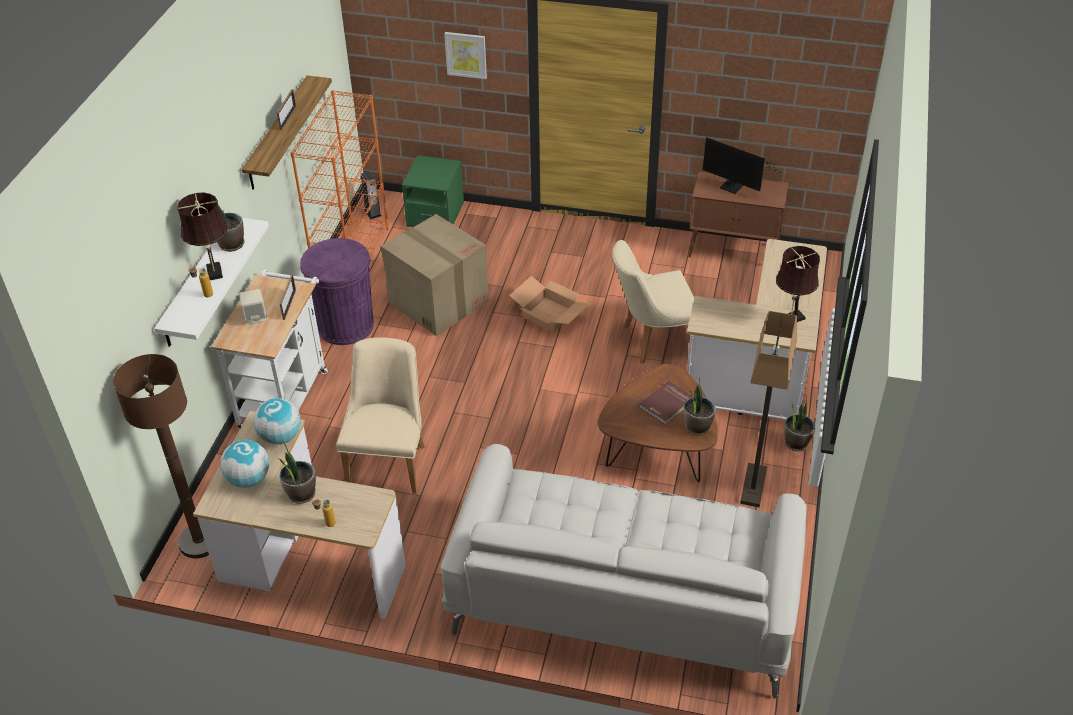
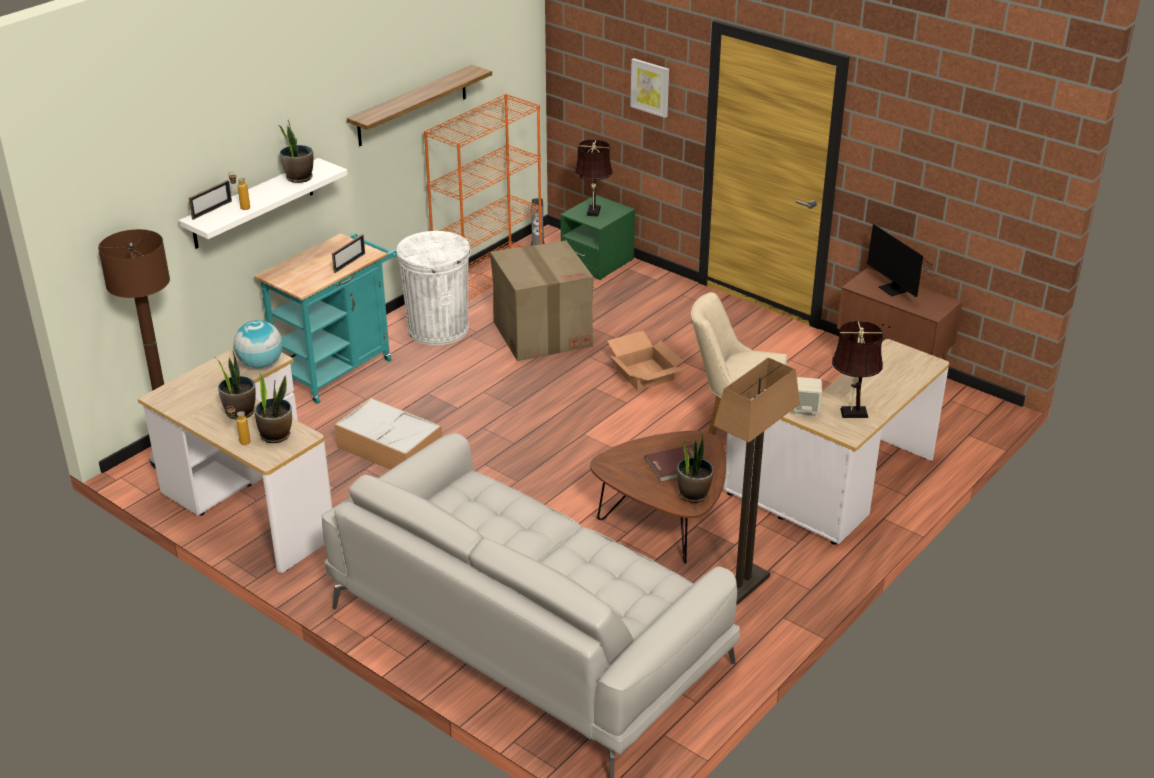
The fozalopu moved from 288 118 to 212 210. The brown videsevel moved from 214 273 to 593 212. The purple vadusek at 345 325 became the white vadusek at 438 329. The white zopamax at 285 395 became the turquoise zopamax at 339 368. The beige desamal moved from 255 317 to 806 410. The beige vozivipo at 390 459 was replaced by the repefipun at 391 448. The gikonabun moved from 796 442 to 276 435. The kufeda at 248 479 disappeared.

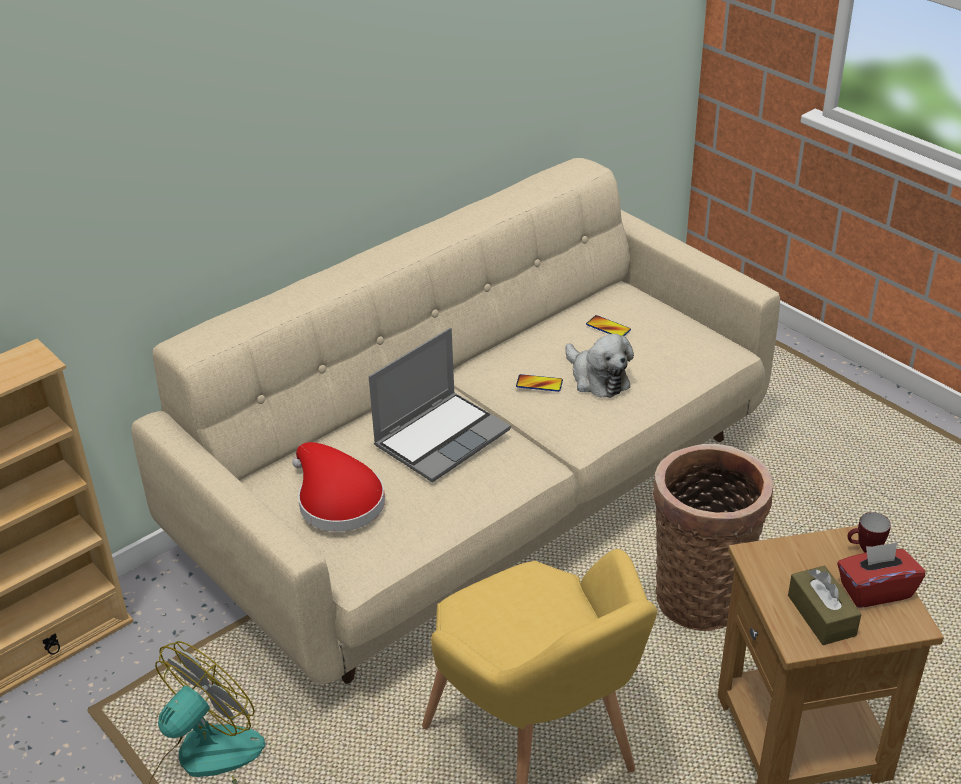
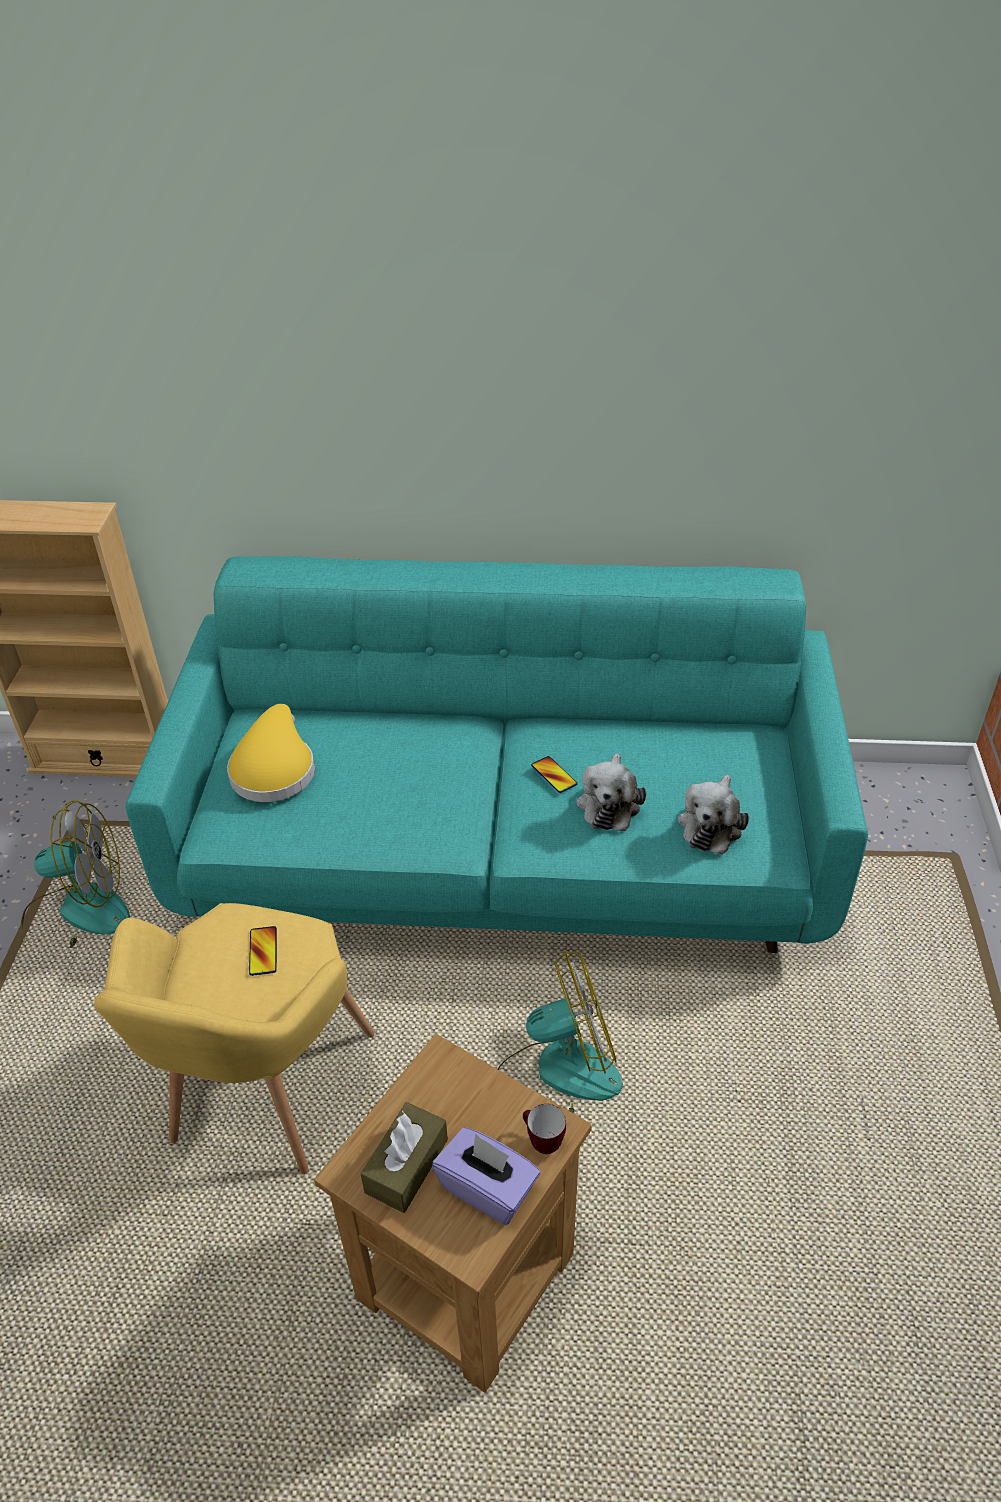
The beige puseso at 482 495 became the turquoise puseso at 504 853. The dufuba moved from 608 327 to 263 951. The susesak at 442 437 disappeared. The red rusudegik at 336 500 became the yellow rusudegik at 274 768. The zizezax at 700 595 was replaced by the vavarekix at 558 1076. The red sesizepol at 875 590 became the purple sesizepol at 488 1188. The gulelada at 711 824 appeared.

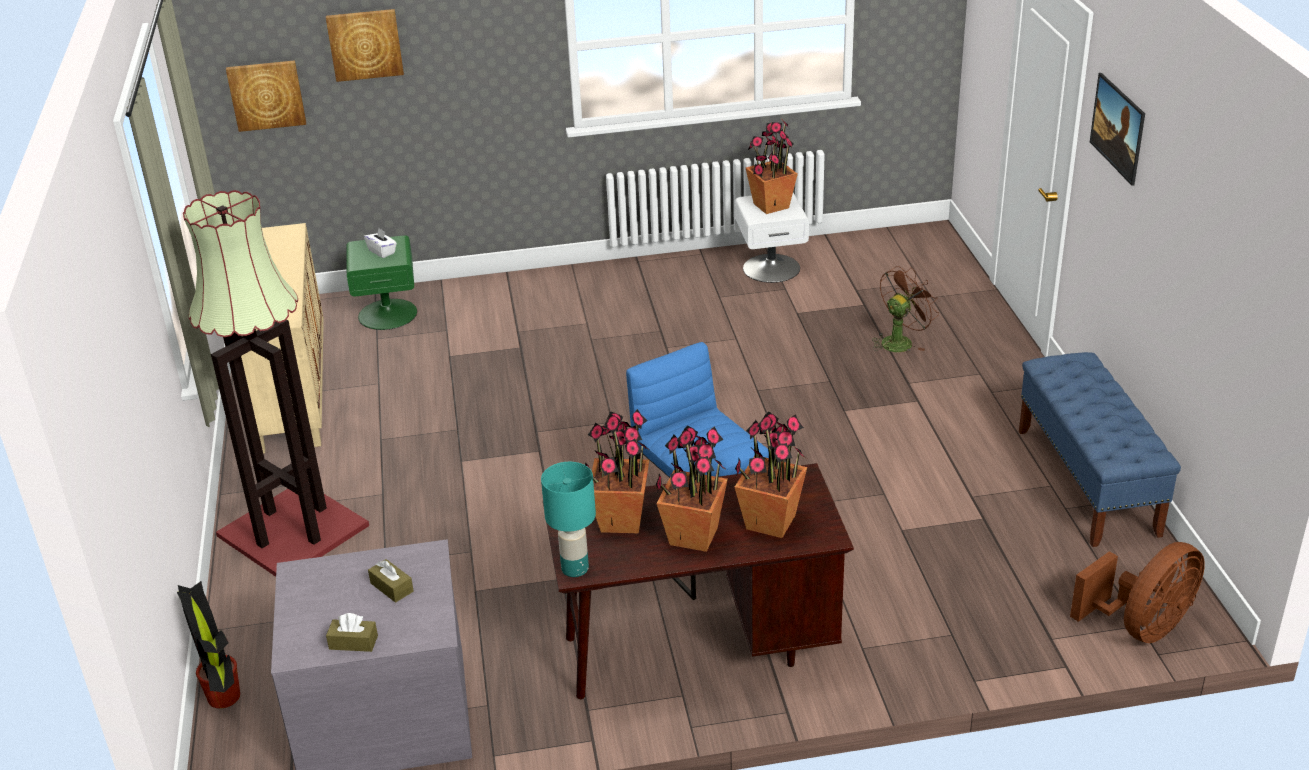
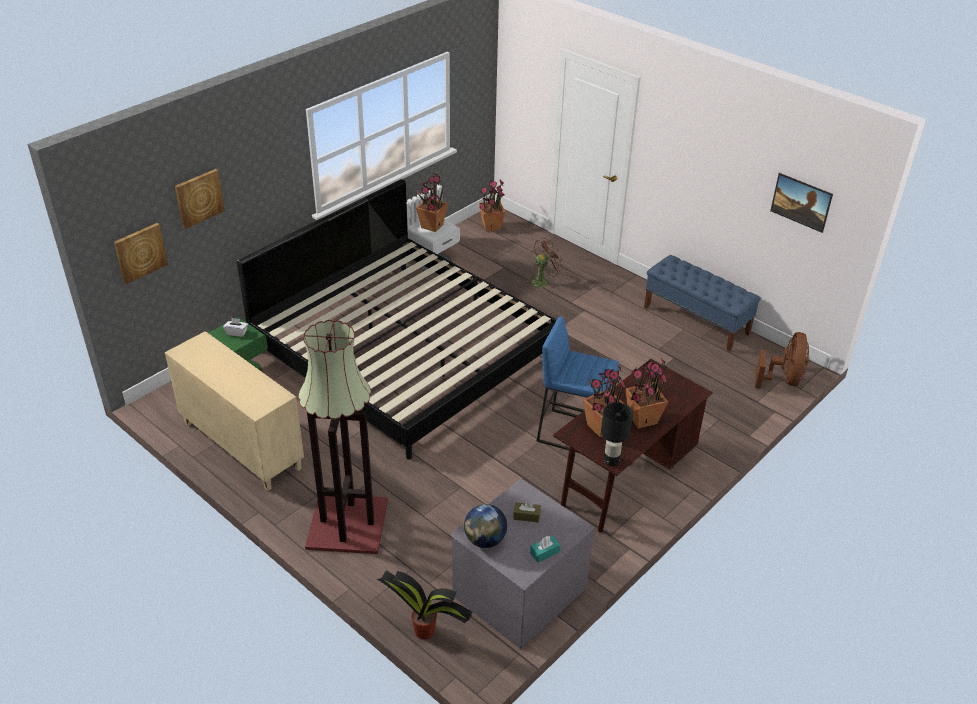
The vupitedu moved from 1115 145 to 798 211. The brown vavarekix at 900 341 turned 45 degrees clockwise. The gikonabun moved from 770 521 to 491 226. The turquoise videsevel at 574 569 became the black videsevel at 611 461. The brown sesizepol at 353 642 became the turquoise sesizepol at 544 552. The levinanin at 405 352 appeared. The kufeda at 485 540 appeared.

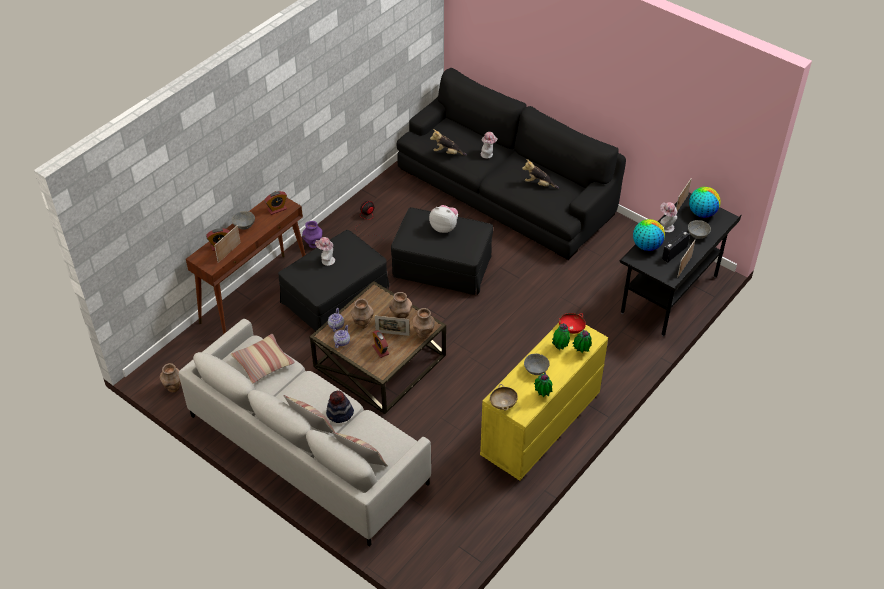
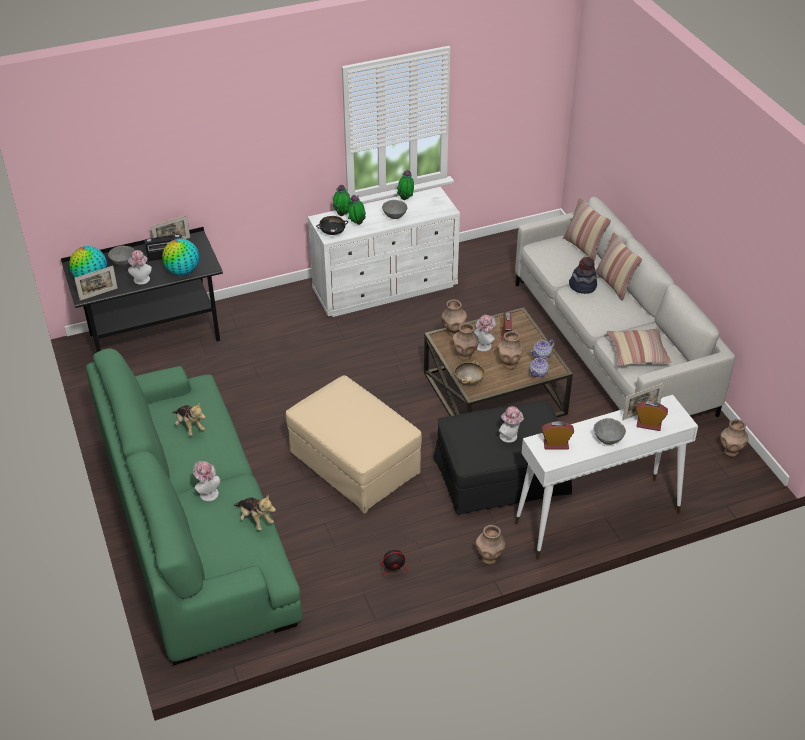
The black puseso at 505 192 became the green puseso at 195 526. The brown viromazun at 256 296 became the white viromazun at 596 518. The gulelada at 444 227 disappeared. The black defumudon at 442 267 became the beige defumudon at 354 462. The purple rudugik at 313 244 became the brown rudugik at 489 558. The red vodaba at 571 328 became the black vodaba at 332 232. The fozalopu at 392 333 was replaced by the rusudegik at 484 344. The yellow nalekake at 540 425 became the white nalekake at 386 288. The beige vodaba moved from 503 403 to 469 380.

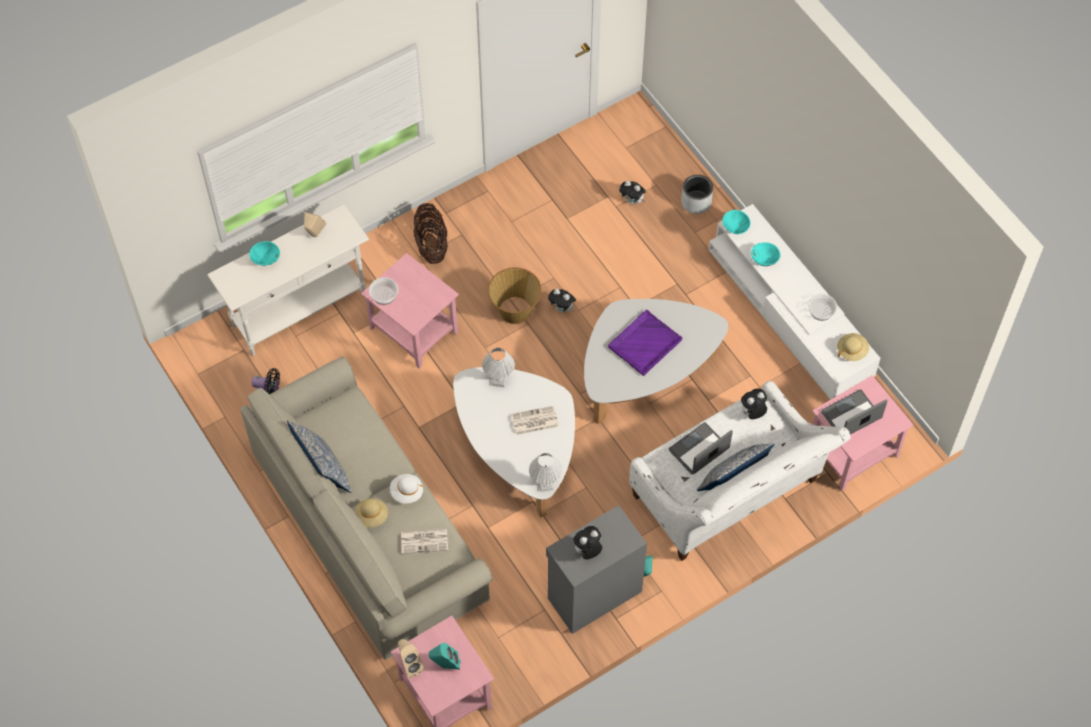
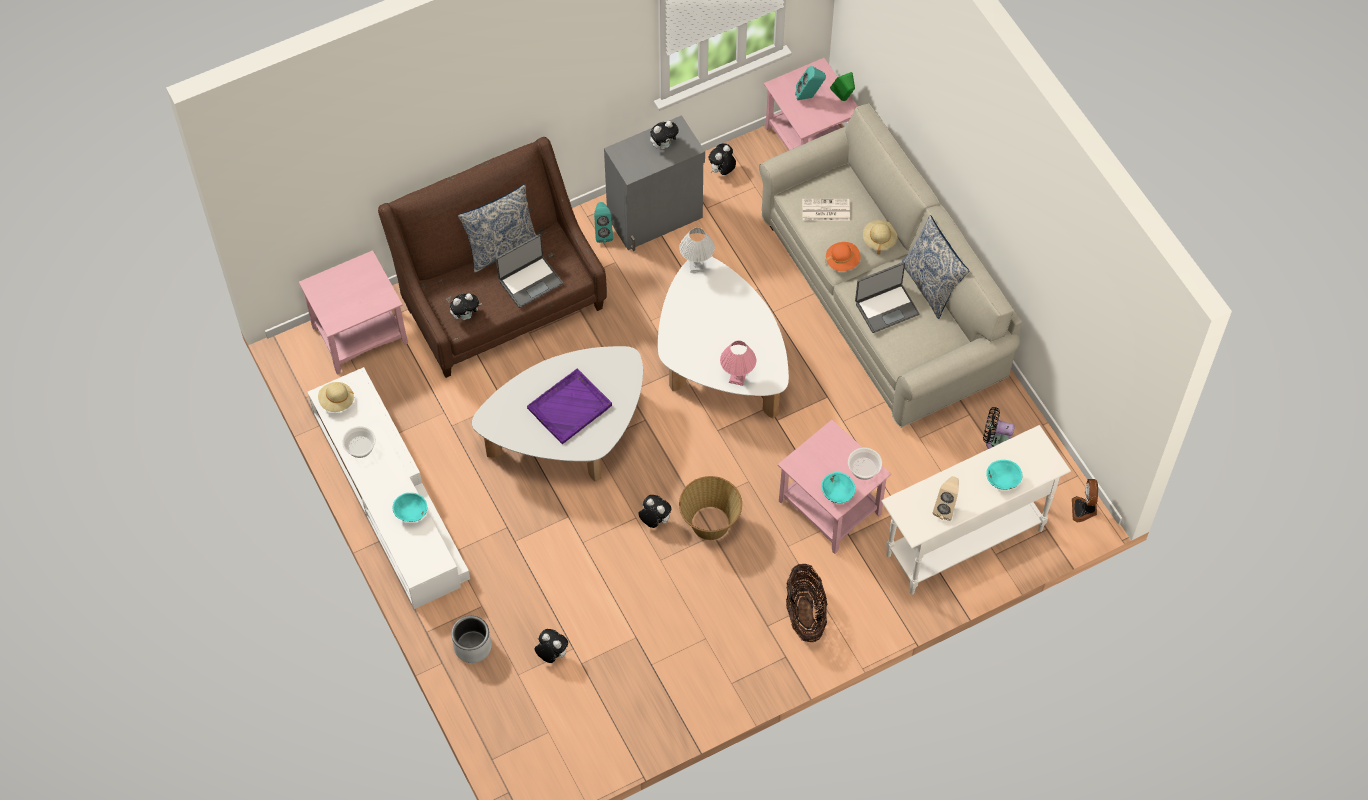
The turquoise vodaba moved from 735 228 to 837 494. The white videsevel at 499 380 became the pink videsevel at 737 378. The white puseso at 730 496 became the brown puseso at 500 300. The susesak moved from 851 416 to 886 308. The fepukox at 534 421 disappeared. The white rusudegik at 407 492 became the orange rusudegik at 842 261. The beige desamal at 410 665 became the green desamal at 843 99. The gulelada at 722 171 appeared. The vavarekix at 1084 509 appeared.

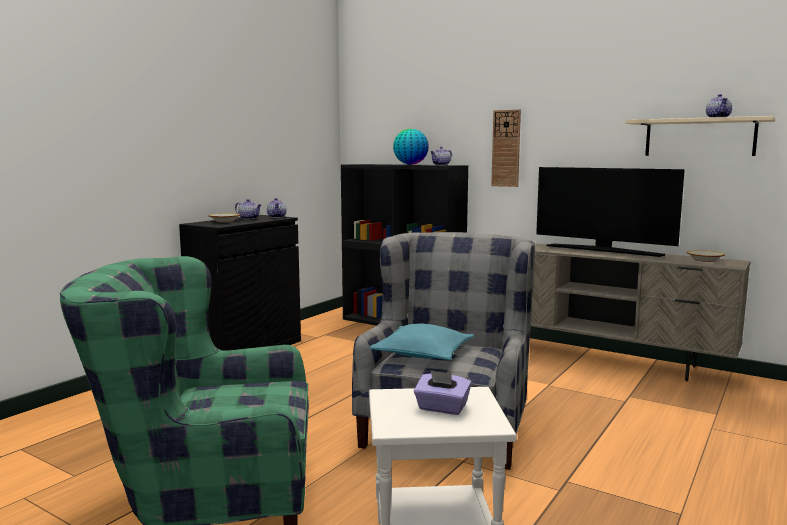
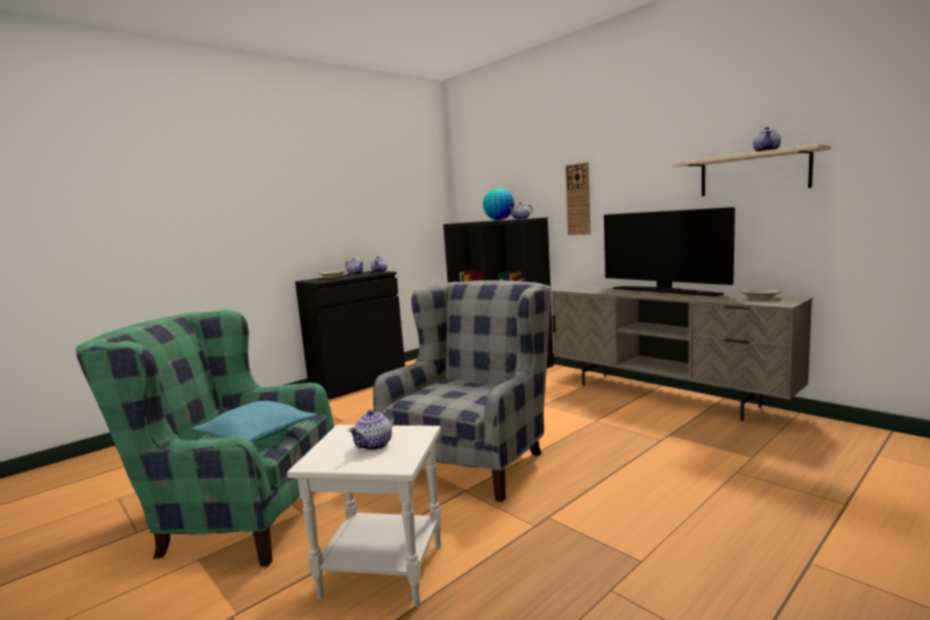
The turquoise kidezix moved from 423 354 to 257 434. The purple sesizepol at 442 408 was replaced by the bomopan at 374 445.

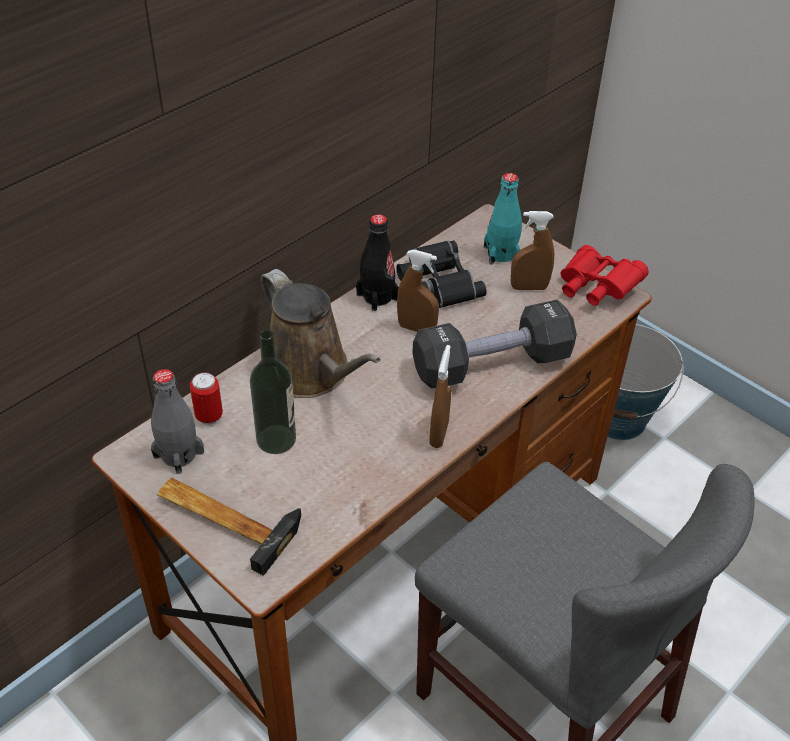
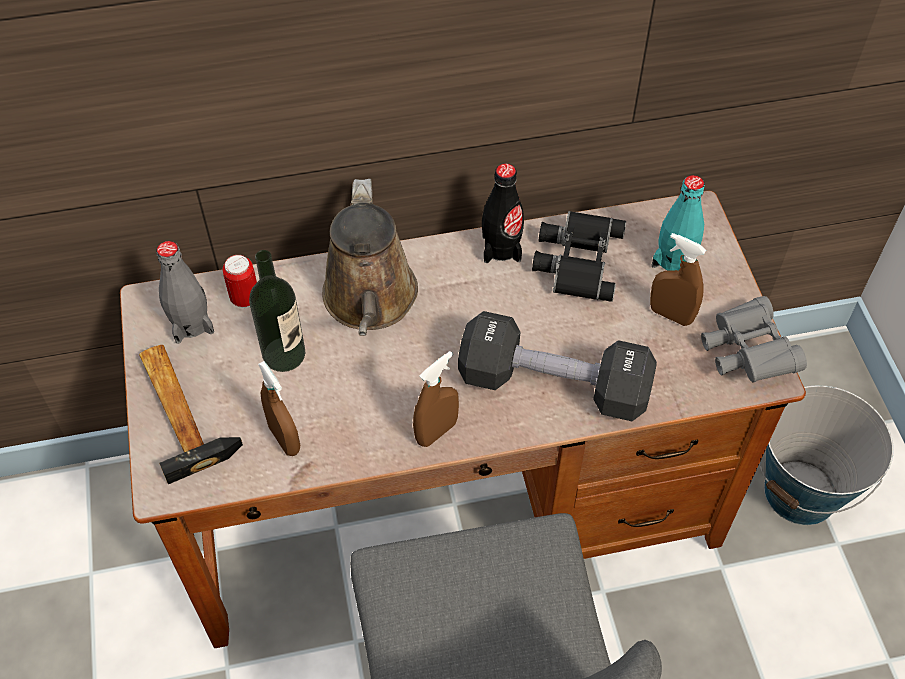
The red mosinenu at 595 288 became the grey mosinenu at 745 353. The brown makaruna moved from 416 328 to 284 439.

